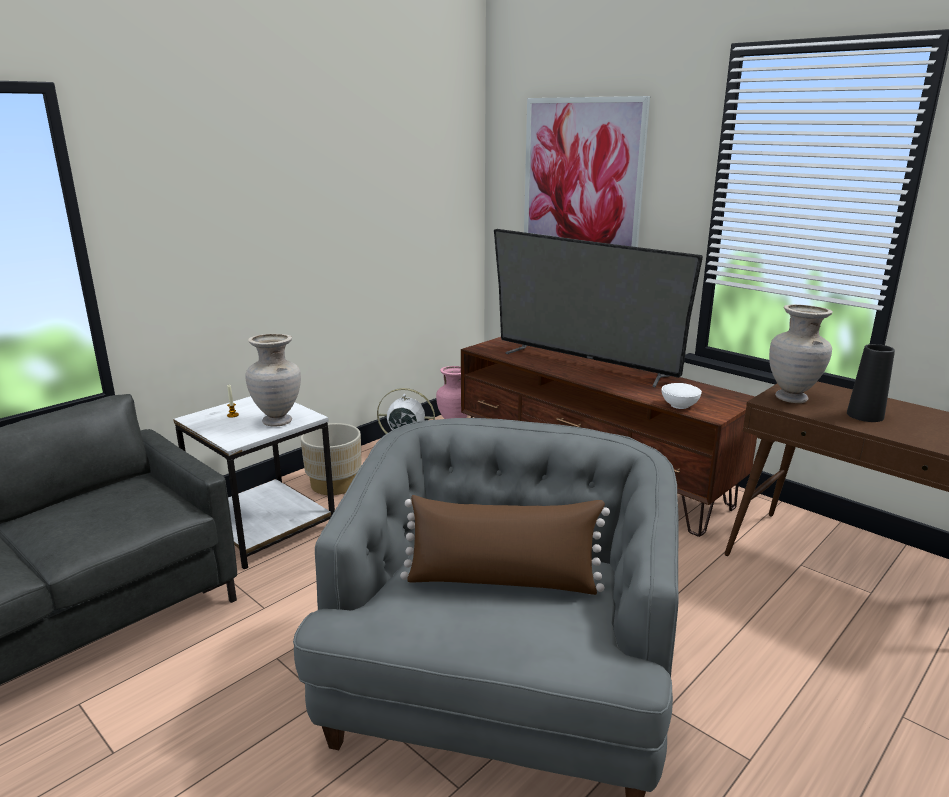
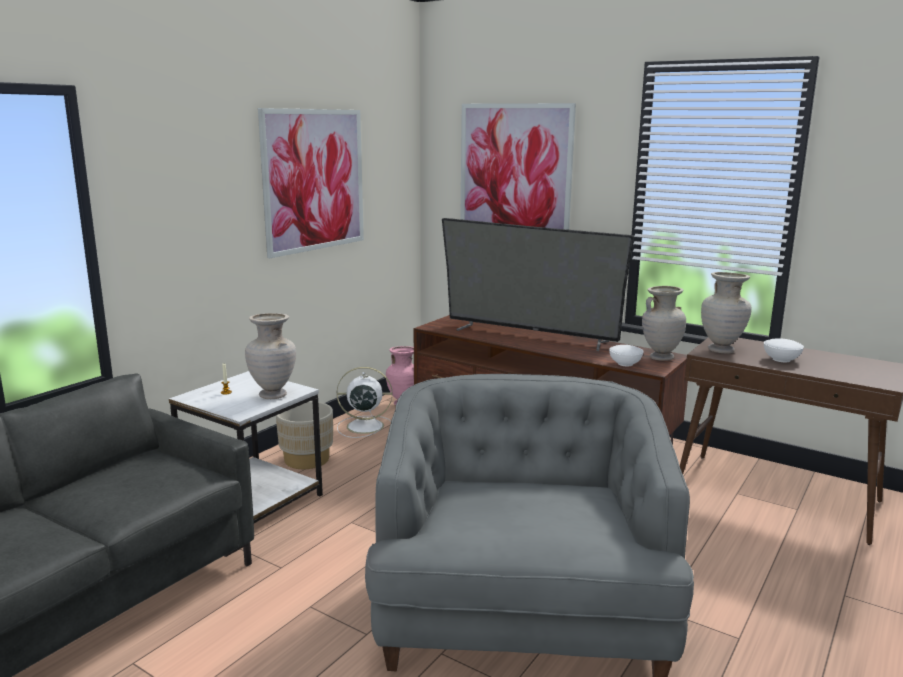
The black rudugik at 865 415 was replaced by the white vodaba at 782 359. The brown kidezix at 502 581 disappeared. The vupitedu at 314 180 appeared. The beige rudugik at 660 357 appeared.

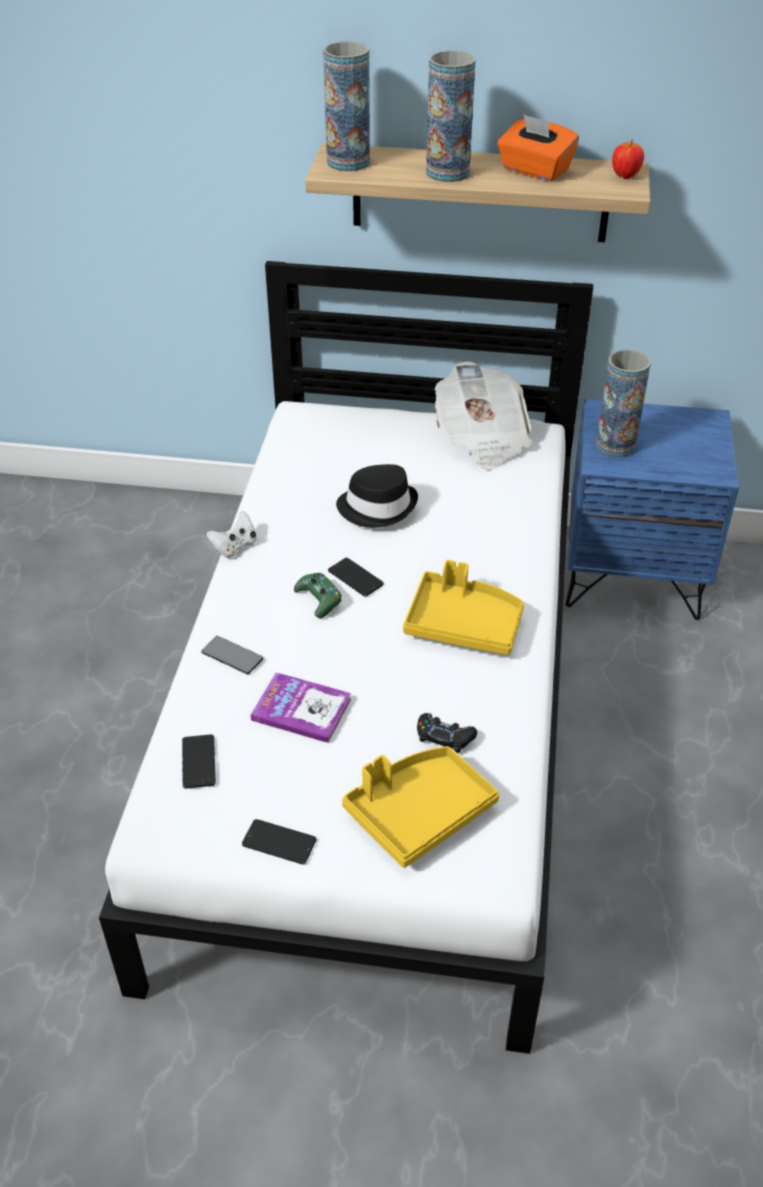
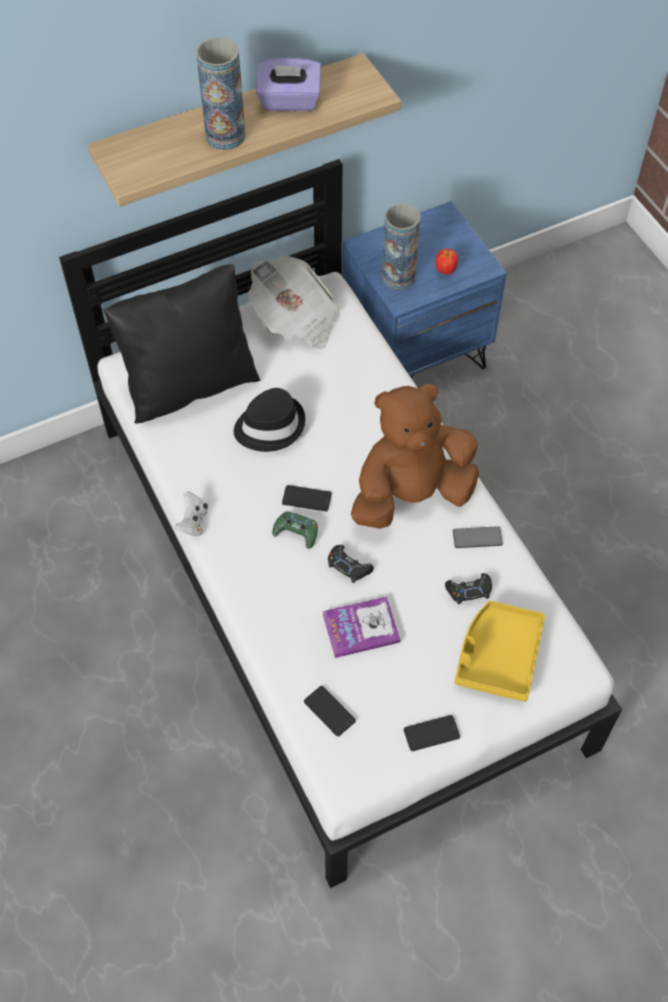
The rudugik at 348 162 disappeared. The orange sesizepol at 534 170 became the purple sesizepol at 289 102. The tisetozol moved from 625 176 to 445 271. The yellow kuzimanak at 463 624 was replaced by the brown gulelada at 411 494. The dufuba moved from 232 656 to 477 538. The black kidezix at 190 384 appeared. The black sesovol at 349 566 appeared.

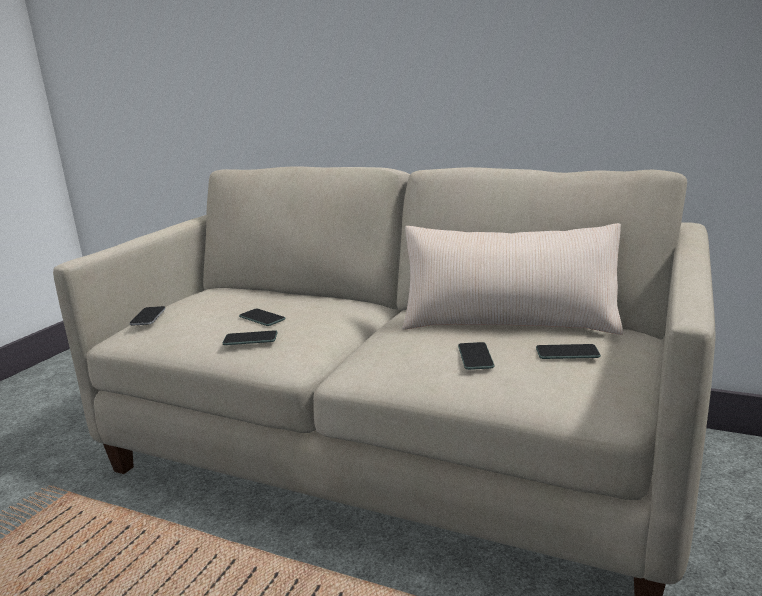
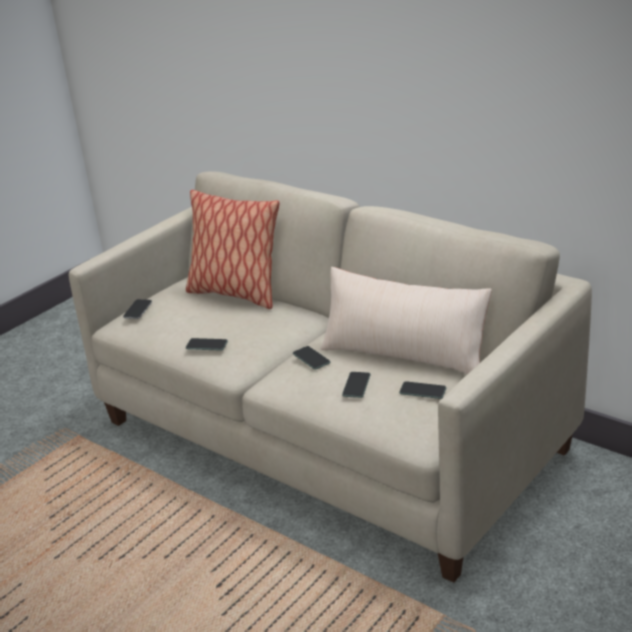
The dufuba moved from 262 318 to 311 358. The kidezix at 235 294 appeared.

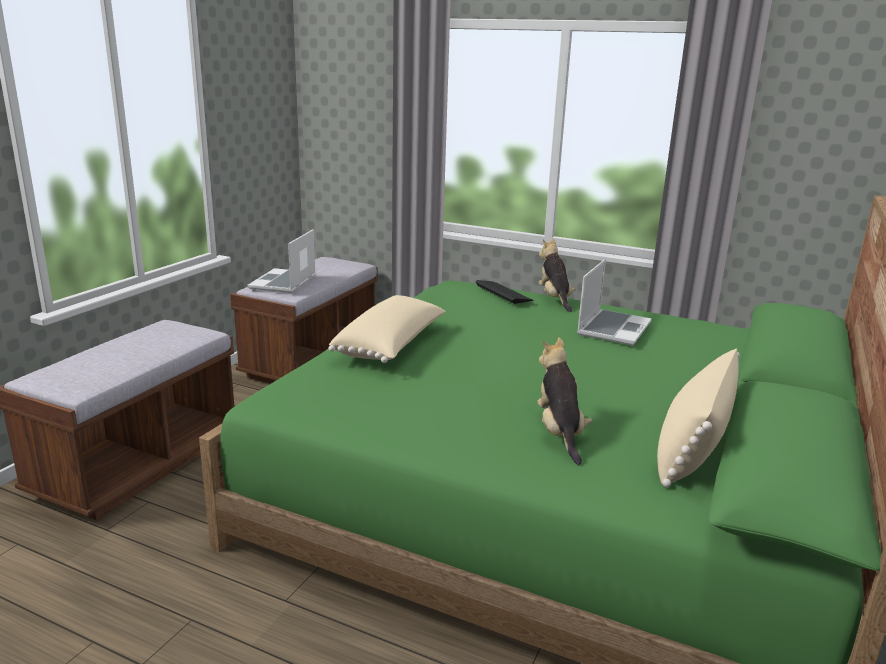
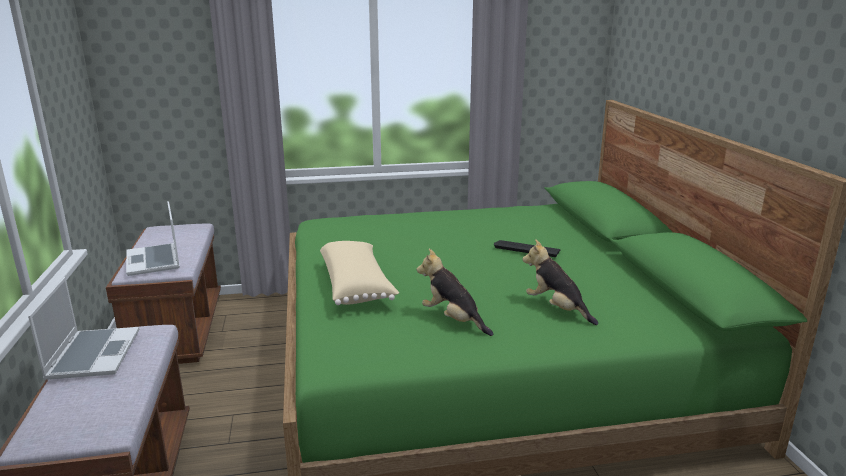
The gulelada moved from 555 299 to 453 320. The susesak moved from 613 328 to 93 354. The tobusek moved from 503 293 to 527 249. The beige kidezix at 693 446 disappeared.

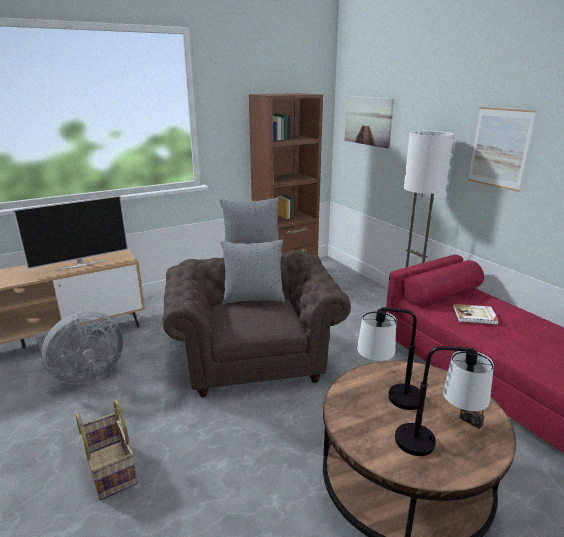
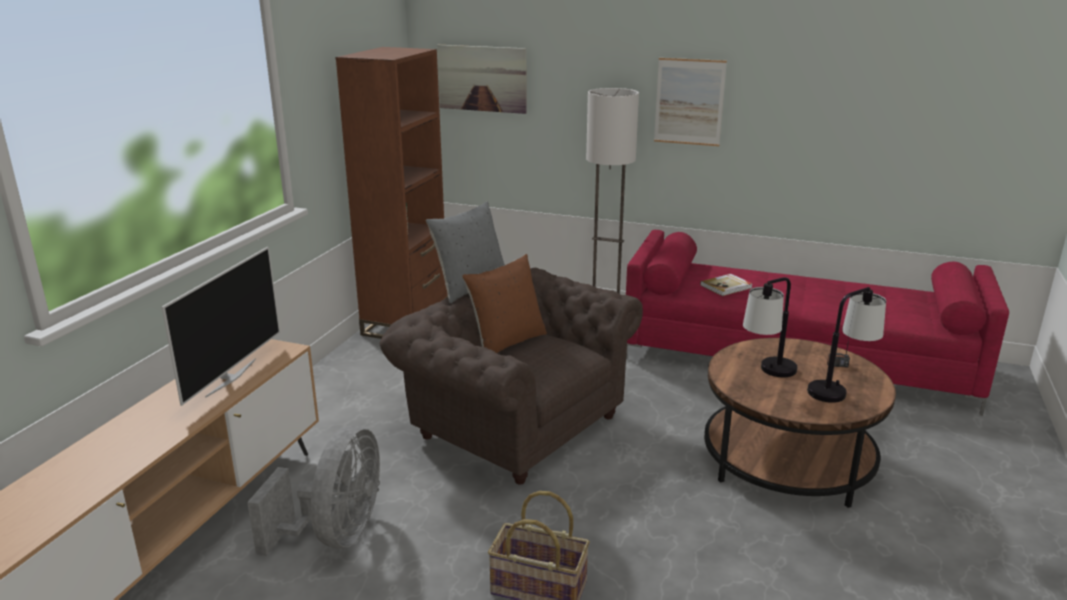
The grey kidezix at 253 298 became the brown kidezix at 506 342.

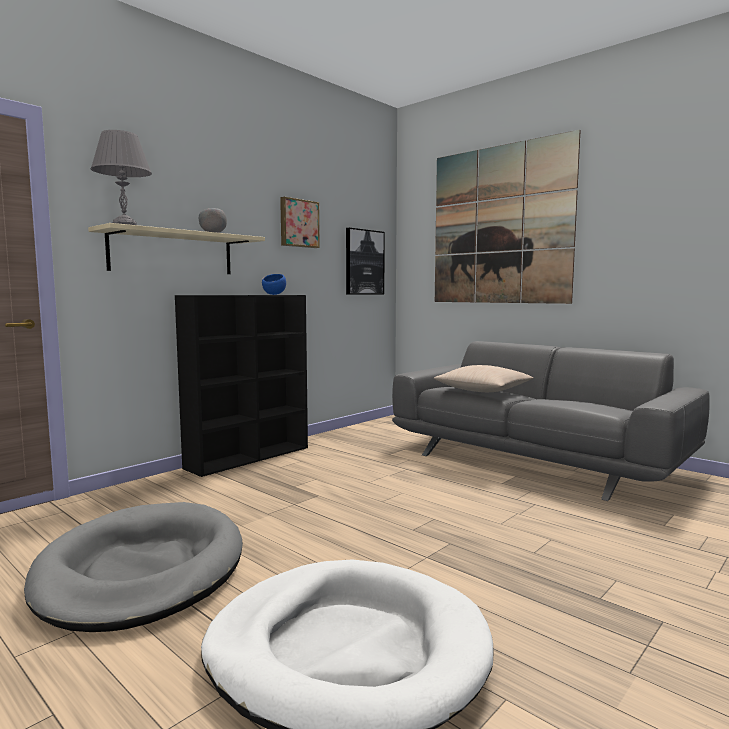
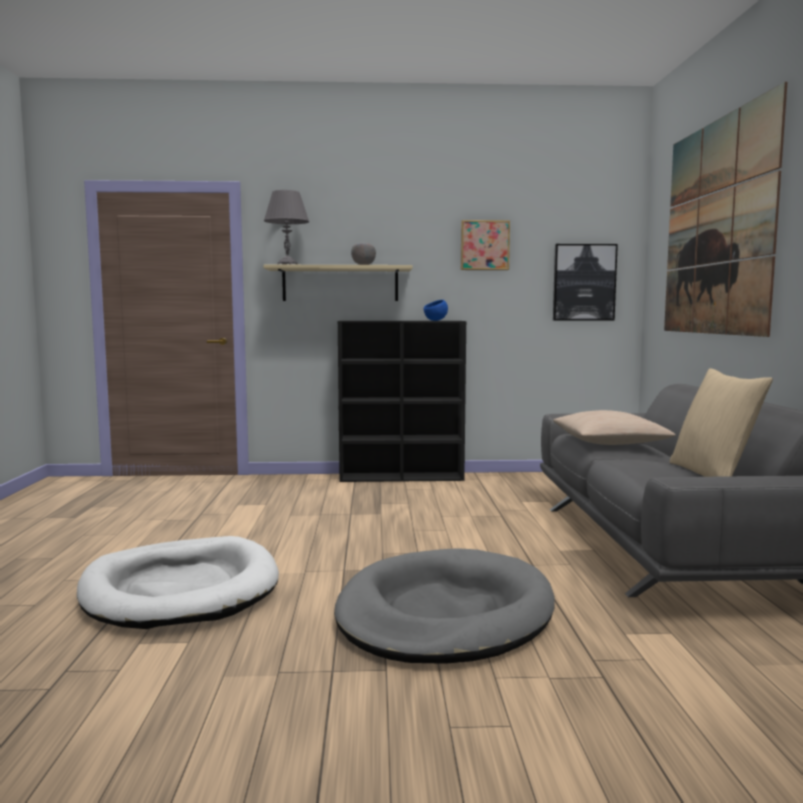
The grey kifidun moved from 142 571 to 444 614. The beige kidezix at 713 474 appeared.

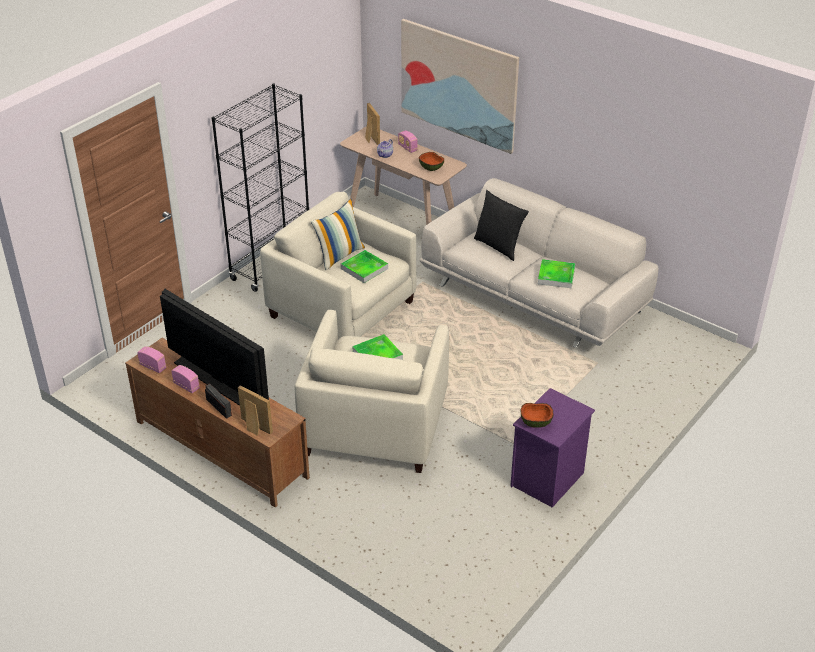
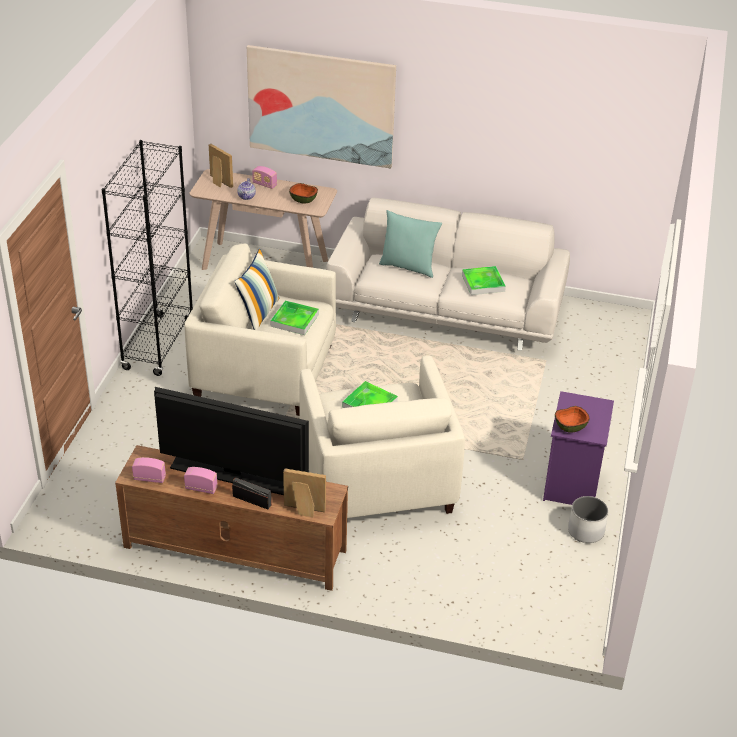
The black kidezix at 498 246 became the turquoise kidezix at 408 266. The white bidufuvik at 585 531 appeared.

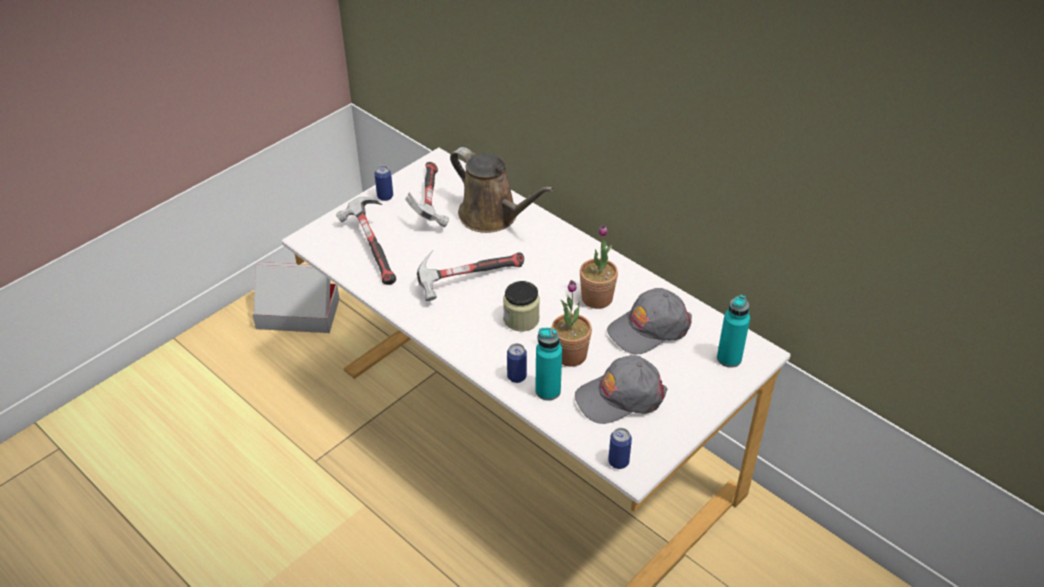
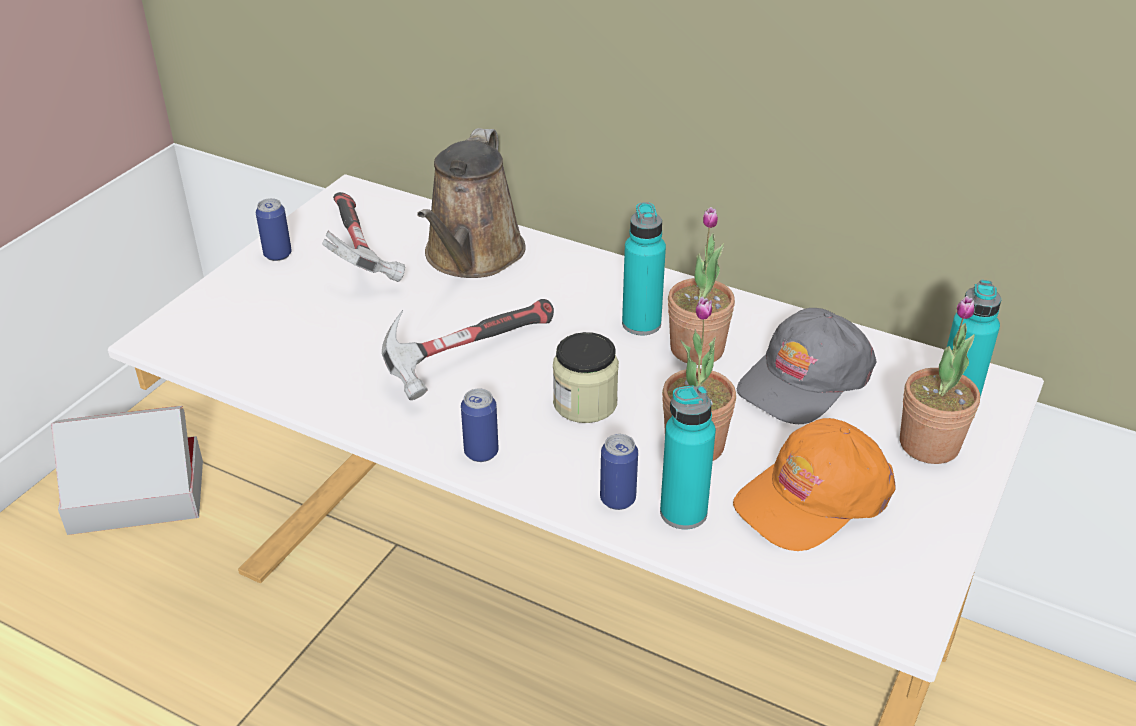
The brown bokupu at 492 216 turned 75 degrees clockwise. The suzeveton at 372 248 disappeared. The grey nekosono at 620 396 became the orange nekosono at 812 498. The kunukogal moved from 618 462 to 481 452. The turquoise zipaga at 641 324 appeared. The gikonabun at 929 445 appeared.

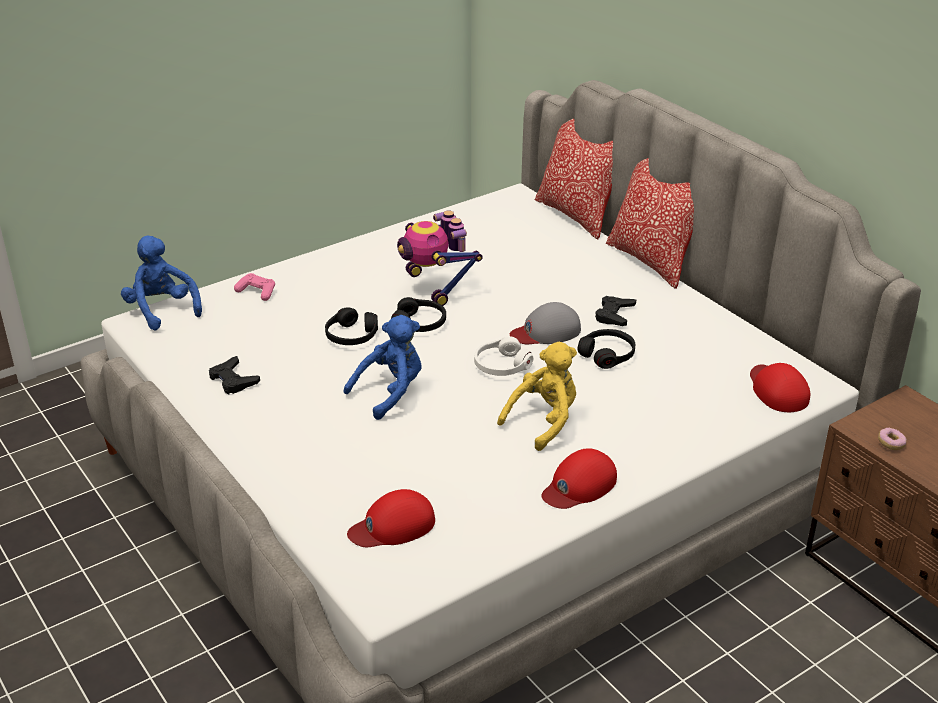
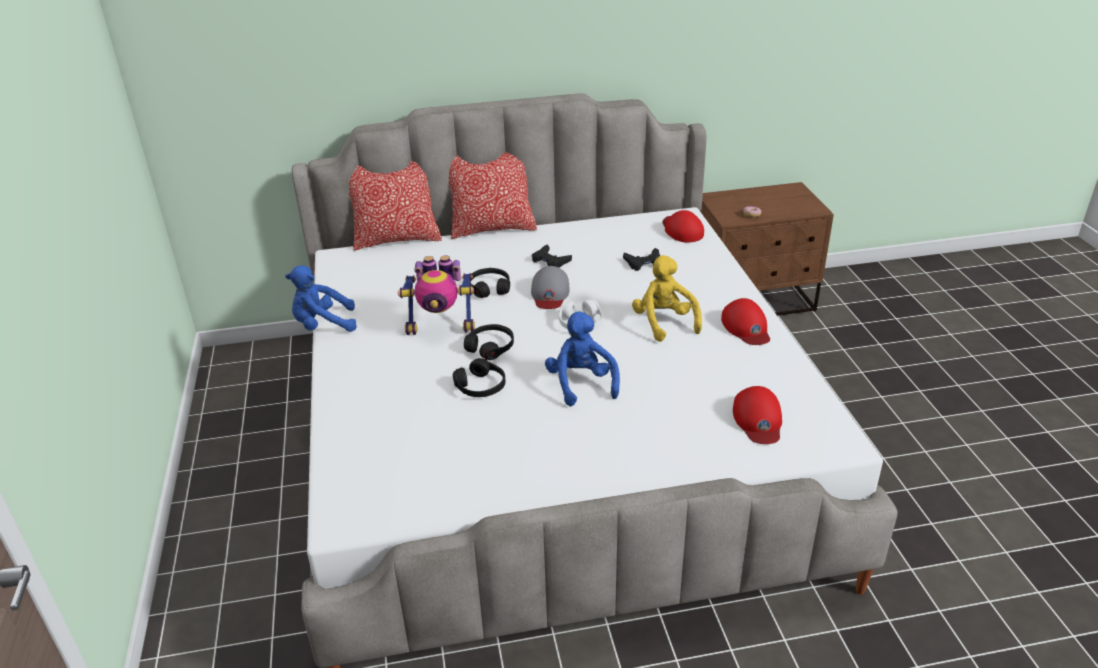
The blue gulelada moved from 162 310 to 323 325. The pink sesovol at 257 292 disappeared. The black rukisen moved from 607 354 to 489 288. The black sesovol moved from 233 380 to 644 263. The red nekosono at 777 390 turned 60 degrees clockwise.

